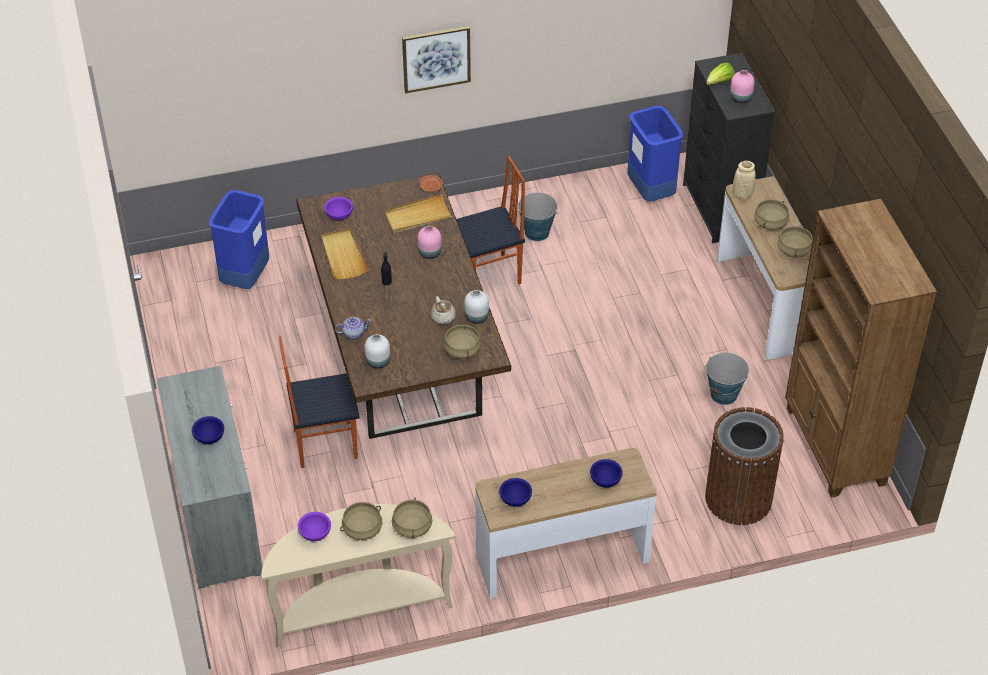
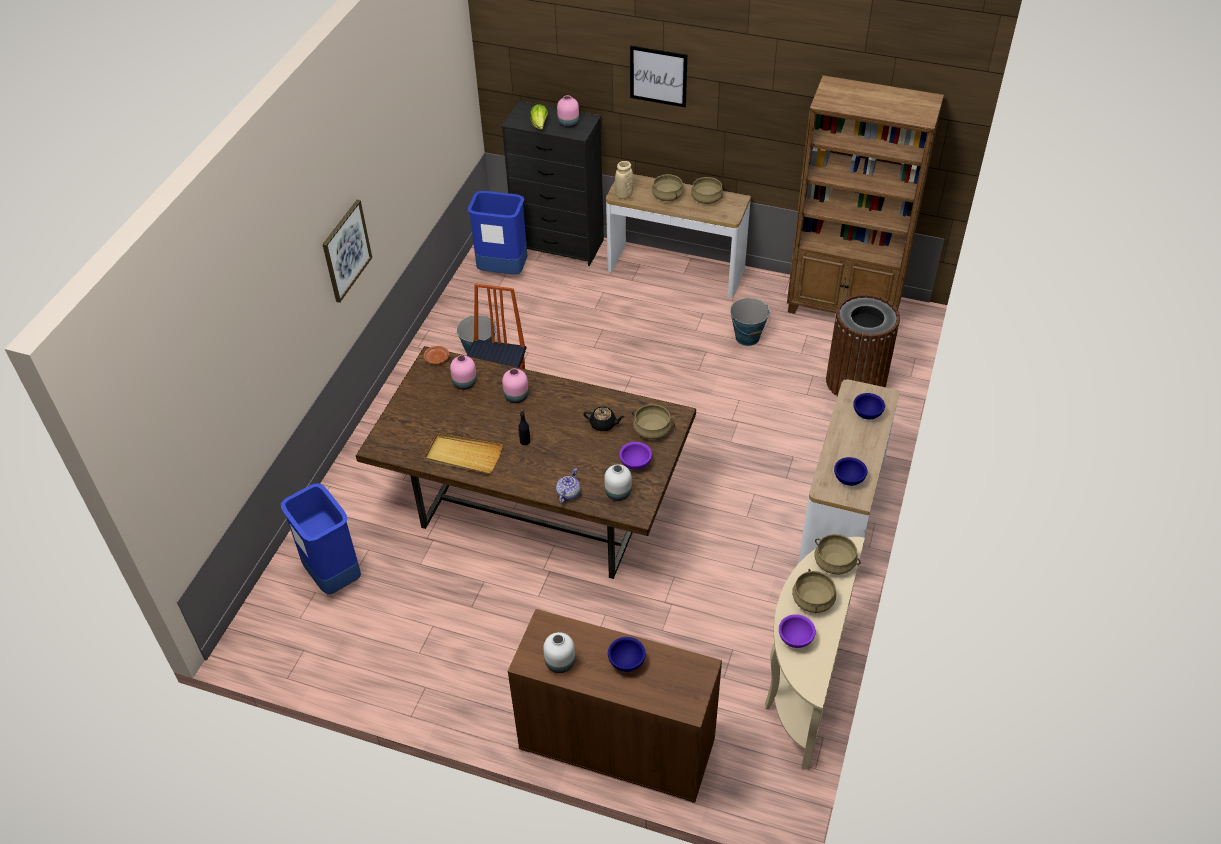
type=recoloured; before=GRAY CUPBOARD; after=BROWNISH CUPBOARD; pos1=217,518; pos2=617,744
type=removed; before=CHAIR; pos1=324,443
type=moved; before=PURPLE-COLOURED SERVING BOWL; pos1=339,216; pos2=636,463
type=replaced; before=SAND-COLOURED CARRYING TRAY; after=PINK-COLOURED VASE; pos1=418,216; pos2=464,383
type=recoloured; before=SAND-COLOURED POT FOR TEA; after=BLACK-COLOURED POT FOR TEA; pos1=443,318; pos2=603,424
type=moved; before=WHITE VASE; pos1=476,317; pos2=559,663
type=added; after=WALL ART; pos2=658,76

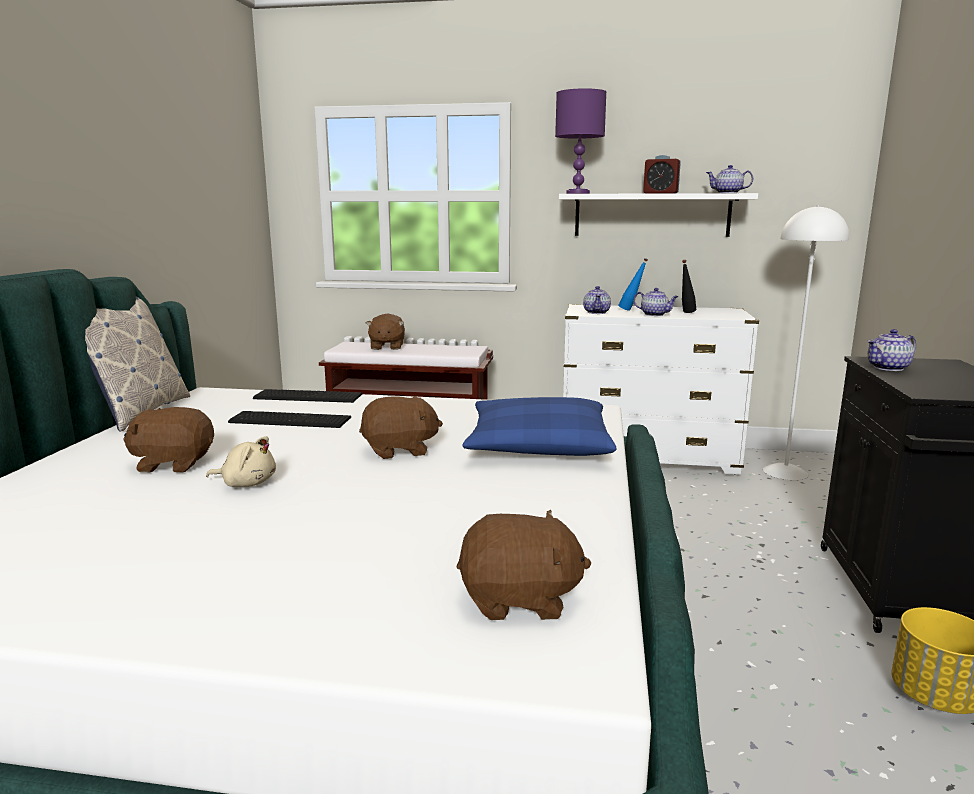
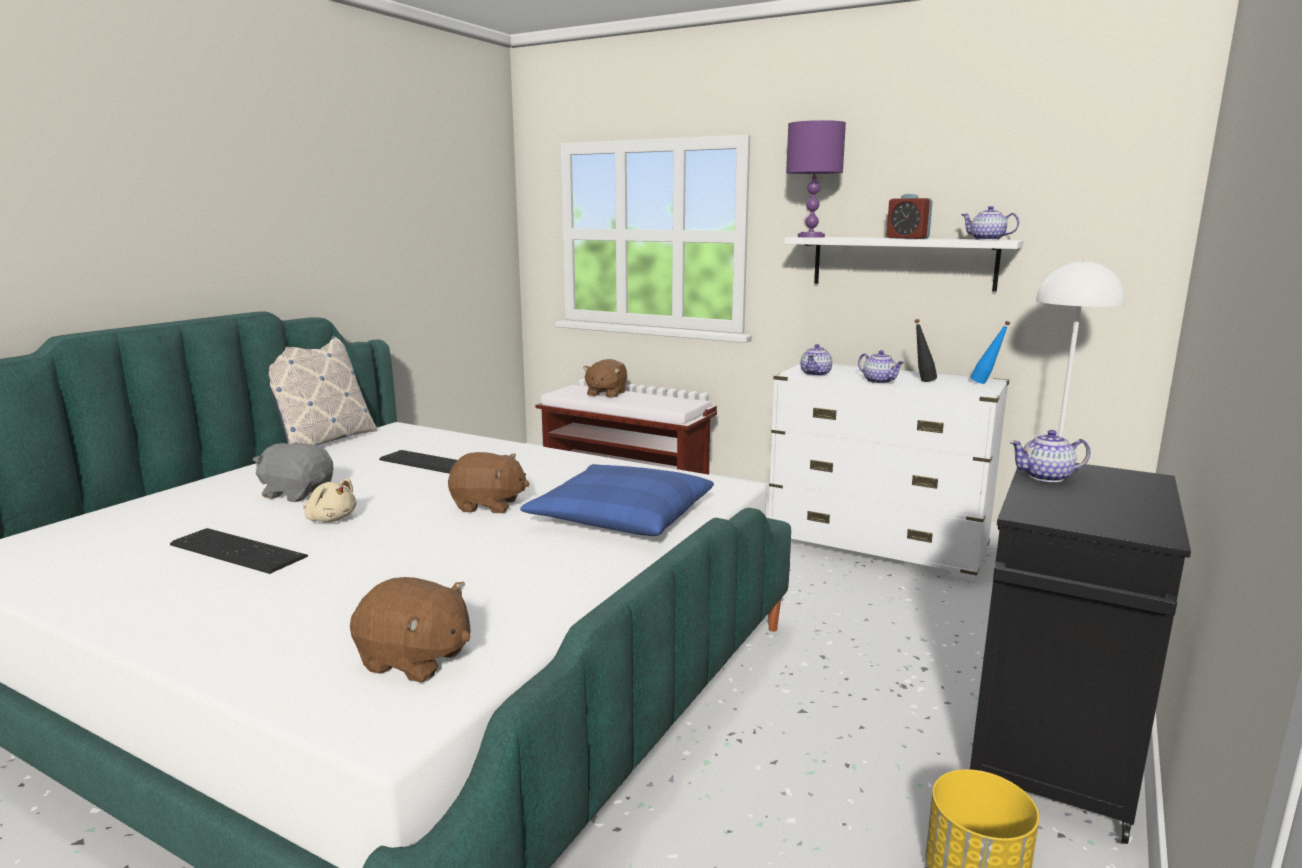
type=recoloured; before=BROWNISH PLUSH TOY; after=GRAY PLUSH TOY; pos1=173,464; pos2=297,493
type=moved; before=COMPUTER KEYBOARD; pos1=307,396; pos2=239,549
type=moved; before=BLUE-COLOURED BOTTLE; pos1=631,310; pos2=986,384

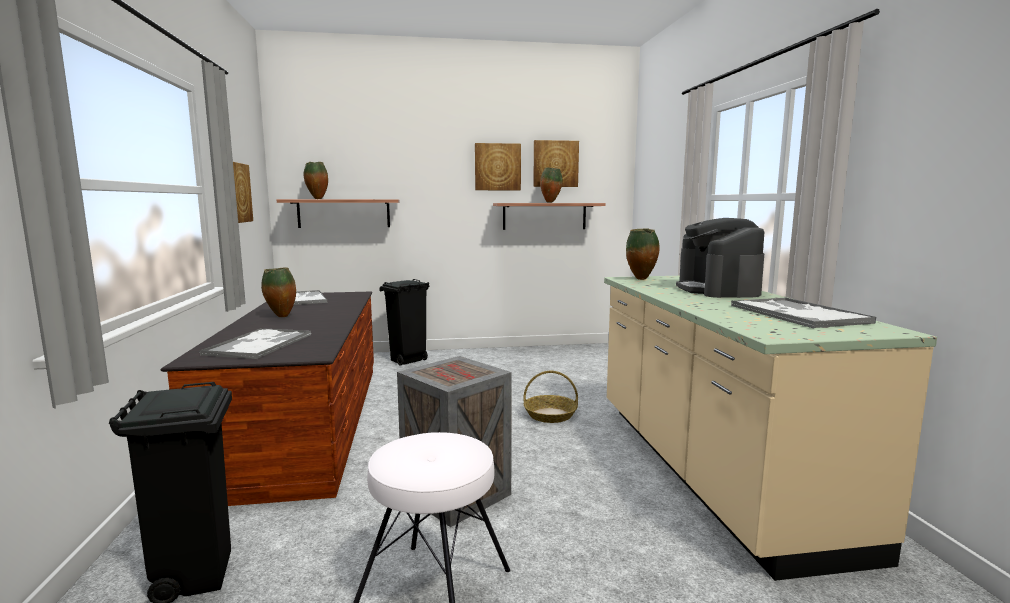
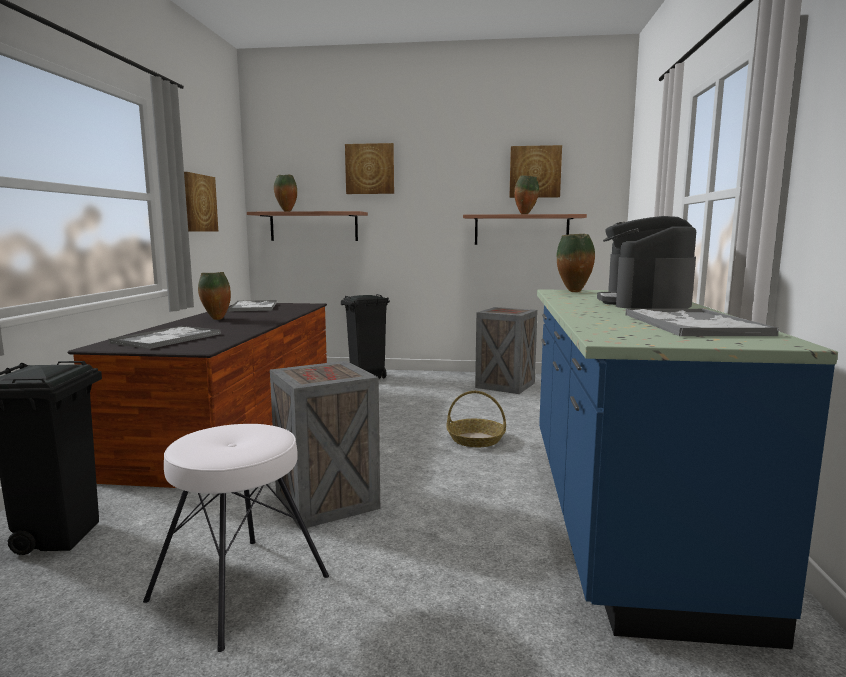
type=moved; before=WALL ART; pos1=497,167; pos2=370,169
type=recoloured; before=SAND-COLOURED KITCHEN COUNTER; after=BLUE-COLOURED KITCHEN COUNTER; pos1=710,470; pos2=620,513
type=added; after=CRATE; pos2=505,385

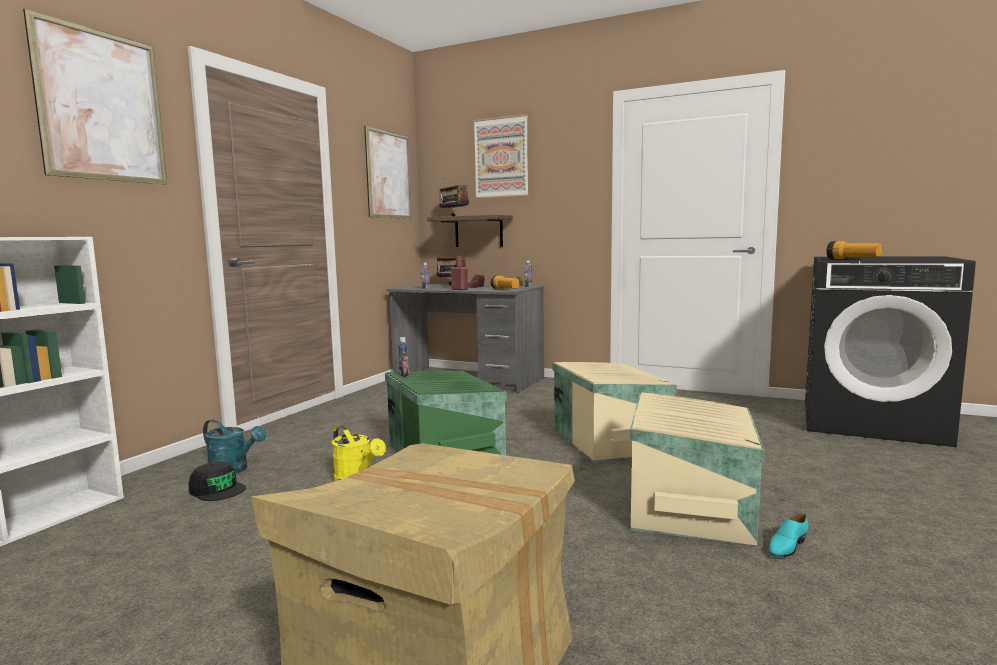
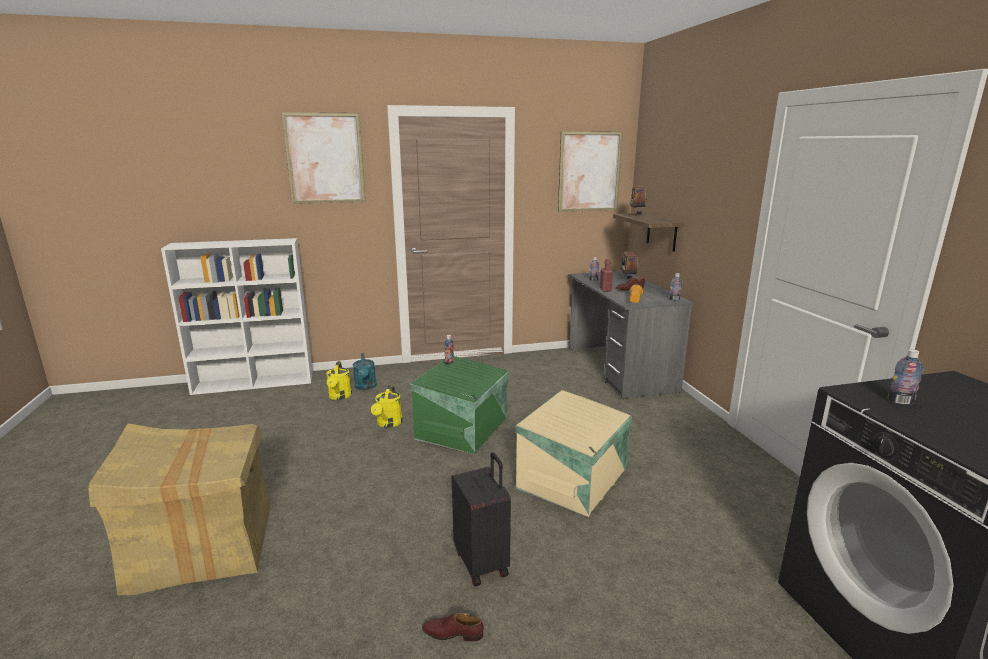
type=replaced; before=BLACK-COLOURED PEAKED CAP; after=YELLOW SPRINKLING CAN; pos1=217,489; pos2=339,397
type=removed; before=WALL ART; pos1=501,158
type=replaced; before=SAND-COLOURED STORAGE CONTAINER; after=BLACK-COLOURED SUITCASE; pos1=693,506; pos2=483,563
type=recoloured; before=TURQUOISE-COLOURED ITEM OF FOOTWEAR; after=BROWNISH ITEM OF FOOTWEAR; pos1=786,547; pos2=452,633
type=replaced; before=HAND TORCH; after=BOTTLE; pos1=853,259; pos2=900,401

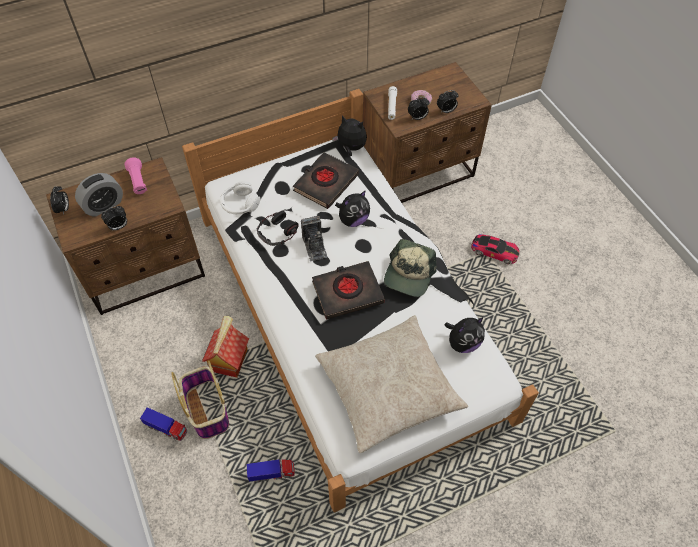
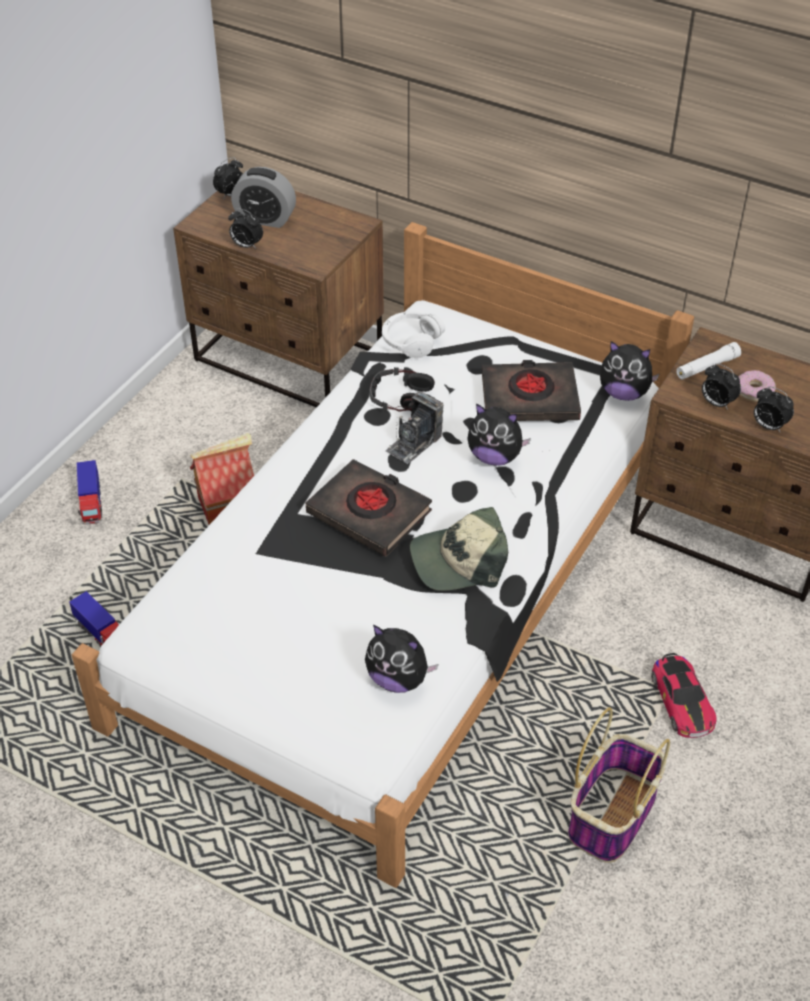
type=removed; before=PINK-COLOURED HAND TORCH; pos1=138,182
type=moved; before=STORAGE BASKET; pos1=207,409; pos2=612,813
type=removed; before=SAND-COLOURED PILLOW; pos1=388,388
type=turned; before=PLUSH TOY; pos1=351,148; pos2=624,393; turn=120

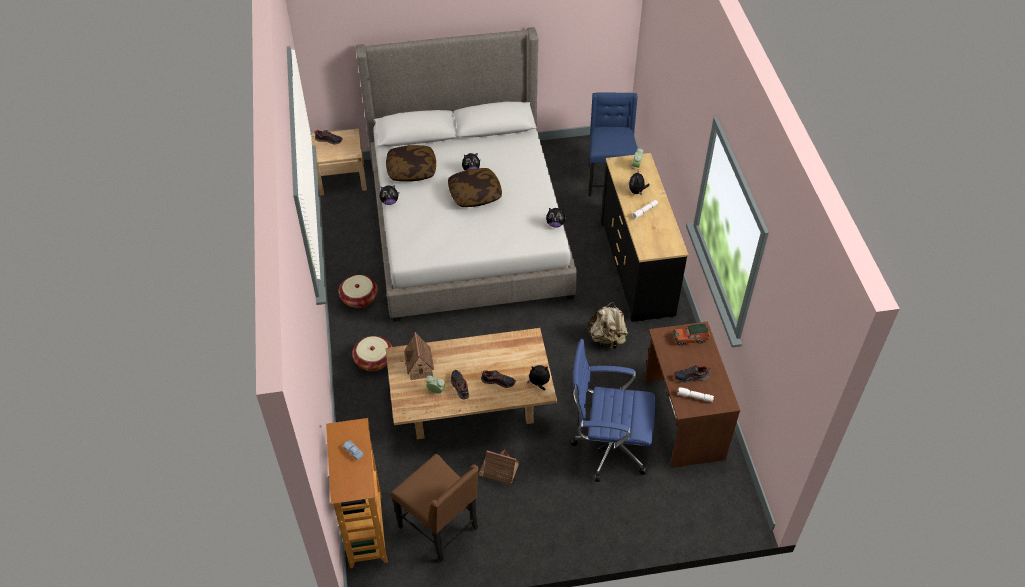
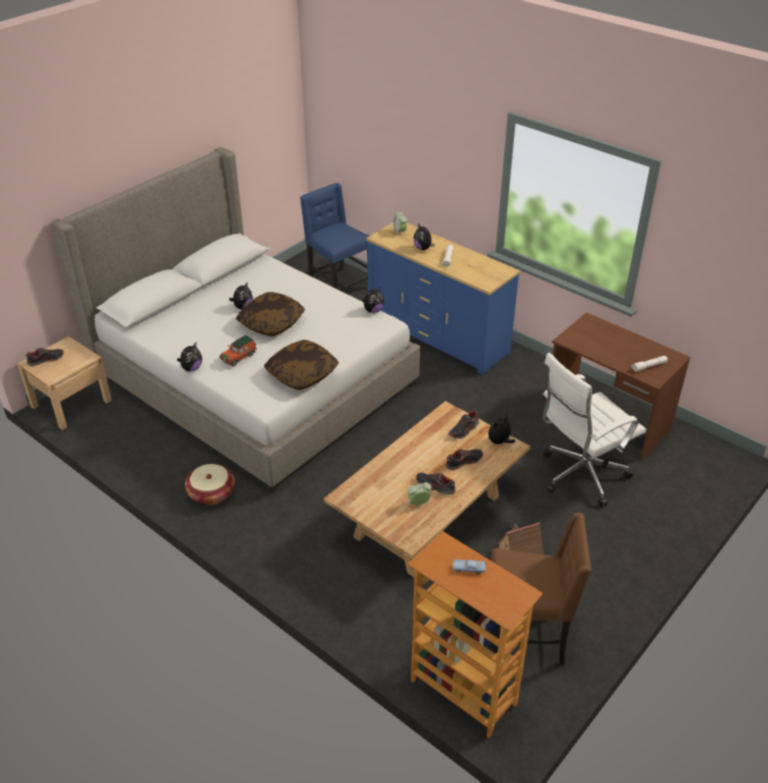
type=removed; before=STORAGE BASKET; pos1=374,360
type=moved; before=PILLOW; pos1=411,170; pos2=302,374
type=removed; before=MODEL HOUSE; pos1=419,364
type=recoloured; before=BLUE-COLOURED DESK CHAIR; after=WHITE DESK CHAIR; pos1=607,448; pos2=580,476
type=removed; before=SAND-COLOURED RUCKSACK; pos1=607,339
type=recoloured; before=BLACK-COLOURED DRESSER; after=BLUE-COLOURED DRESSER; pos1=637,267; pos2=438,335
type=moved; before=TOY CAR; pos1=690,338; pos2=239,356
type=moved; before=ITEM OF FOOTWEAR; pos1=690,377; pos2=464,430

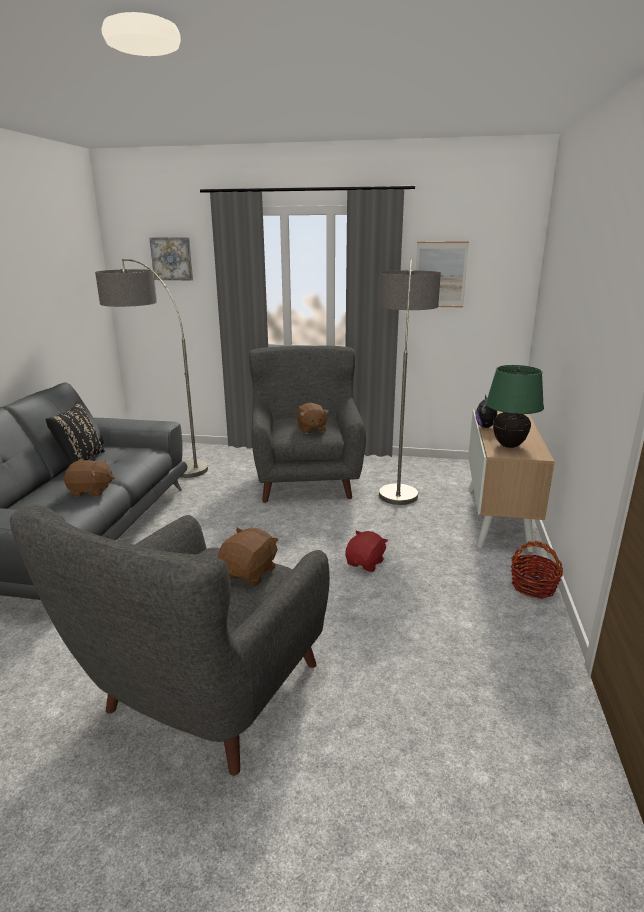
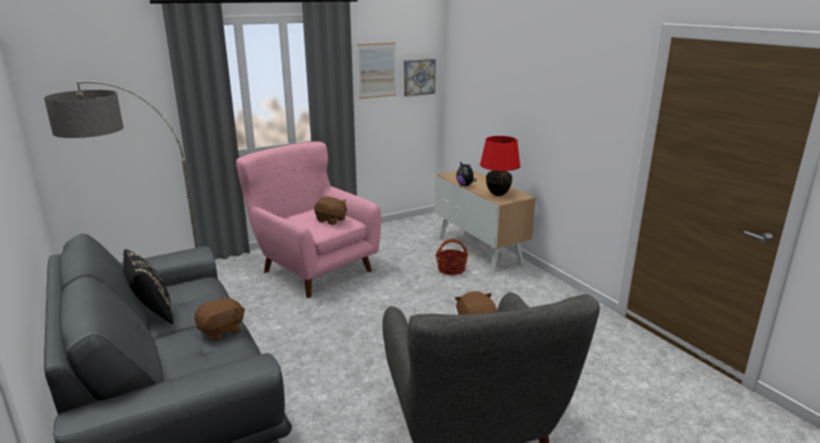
type=moved; before=WALL ART; pos1=172,258; pos2=418,77
type=recoloured; before=GRAY LOUNGE CHAIR; after=PINK-COLOURED LOUNGE CHAIR; pos1=306,478; pos2=314,267
type=removed; before=RED-COLOURED PLUSH TOY; pos1=365,563
type=removed; before=STANDING LAMP; pos1=399,477
type=recoloured; before=GREENISH TABLE LAMP; after=RED-COLOURED TABLE LAMP; pos1=508,445; pos2=498,194
type=moved; before=STORAGE BASKET; pos1=533,586; pos2=451,269

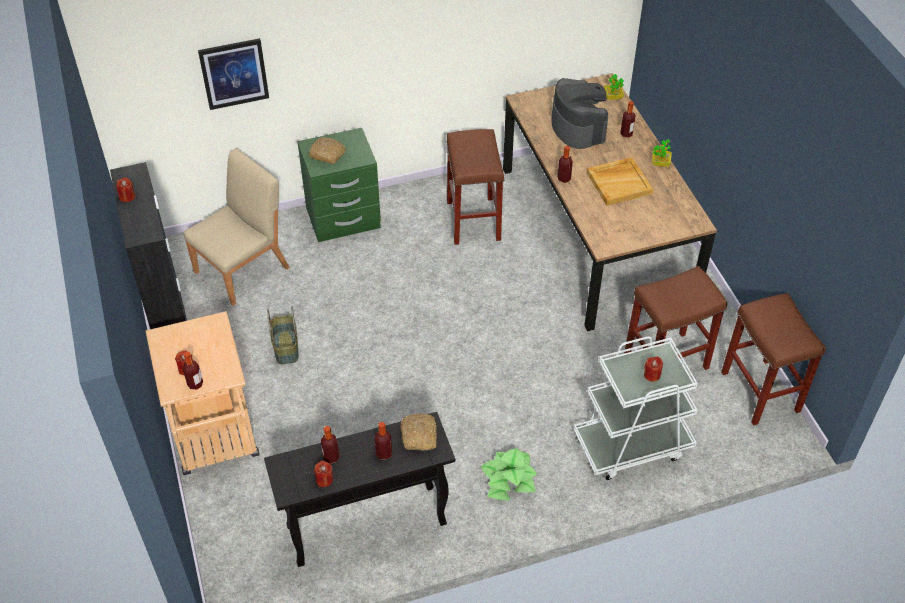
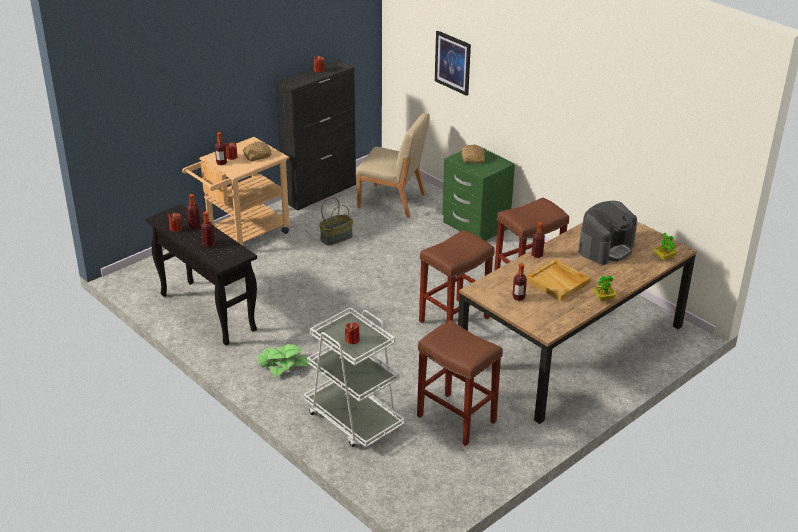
type=moved; before=BAKERY BREAD; pos1=419,436; pos2=257,155
type=moved; before=BOTTLE; pos1=626,134; pos2=518,297
type=moved; before=BROWNISH STOOL SEAT; pos1=759,391; pos2=454,319

